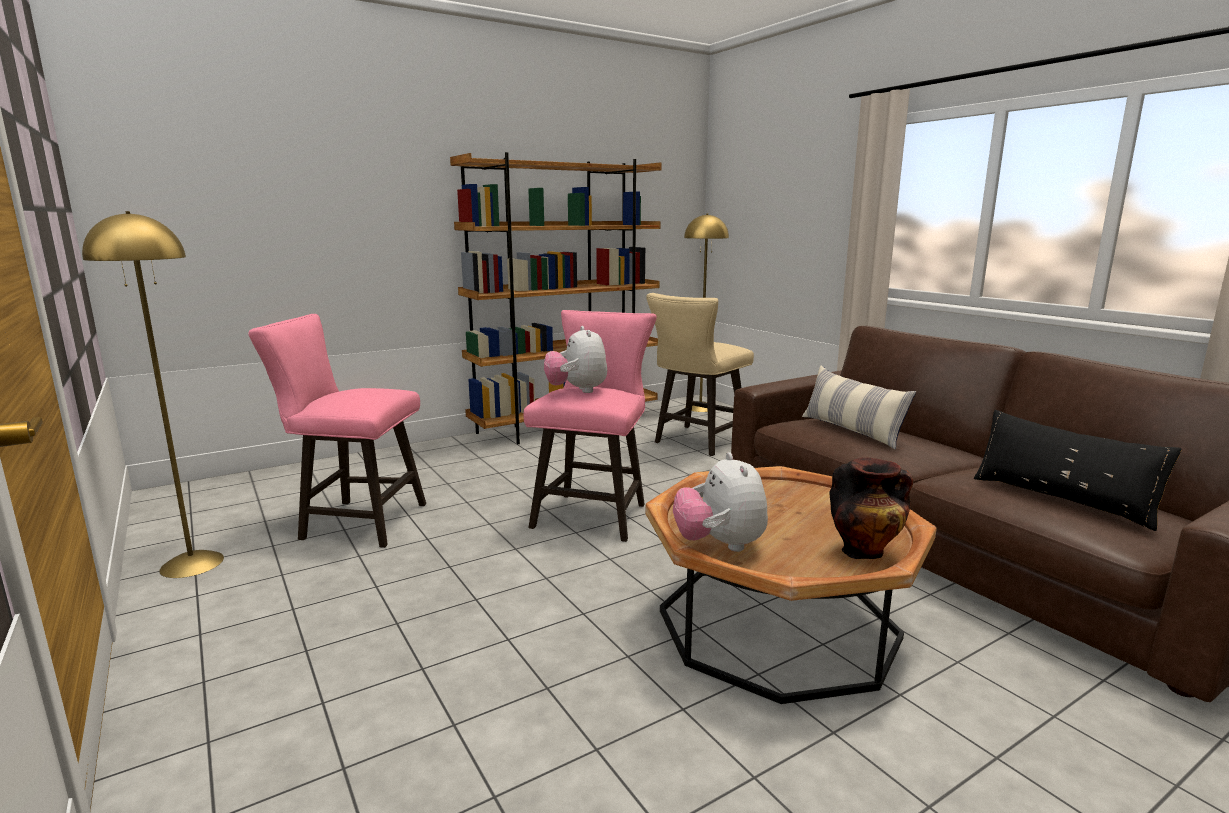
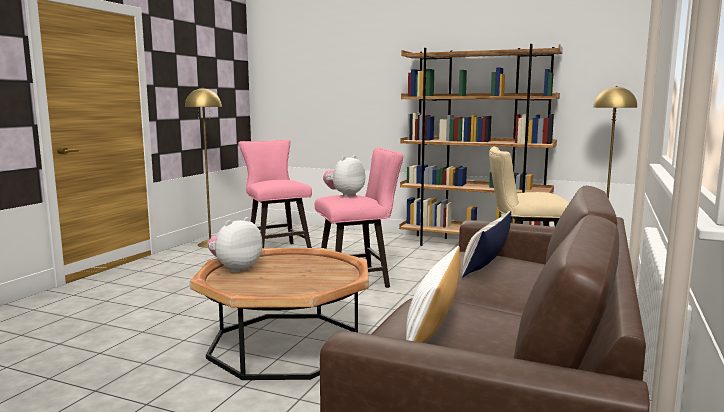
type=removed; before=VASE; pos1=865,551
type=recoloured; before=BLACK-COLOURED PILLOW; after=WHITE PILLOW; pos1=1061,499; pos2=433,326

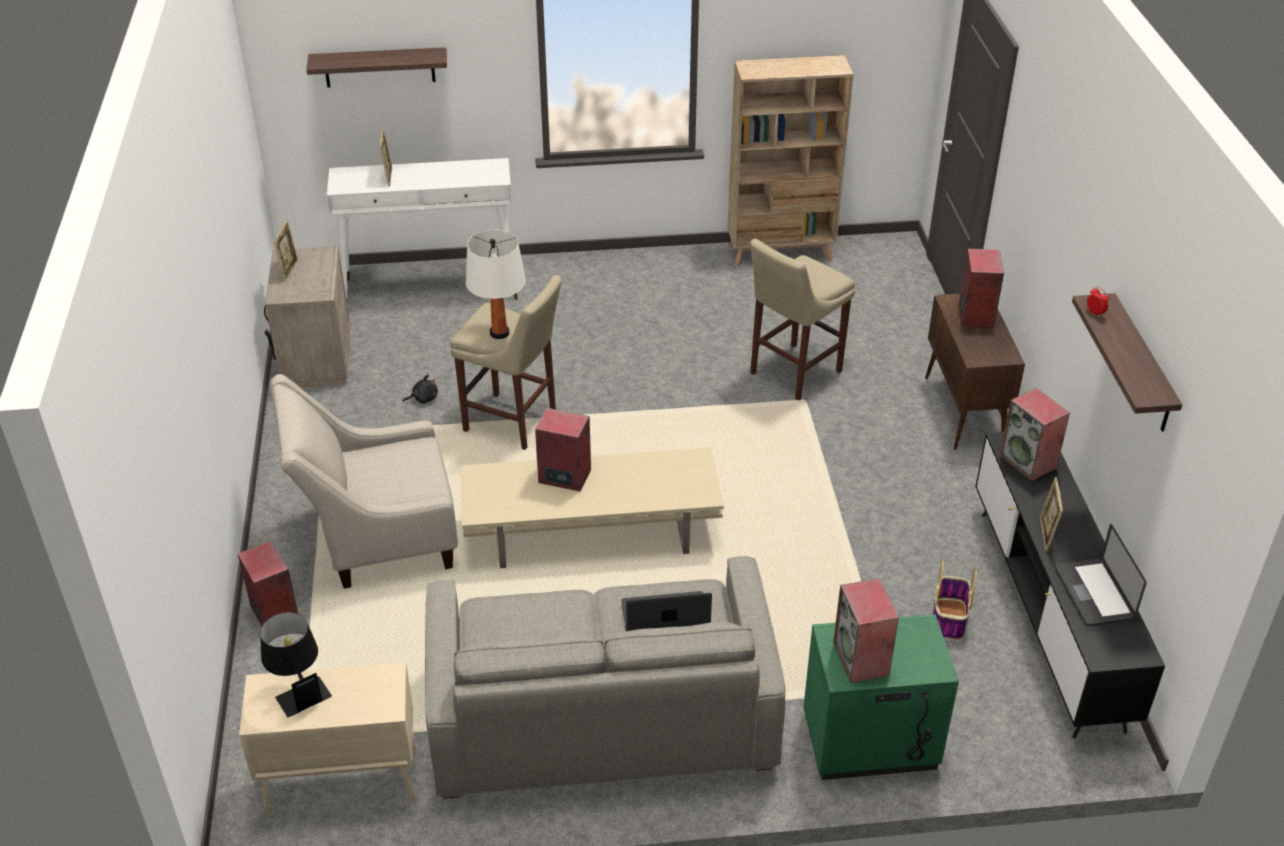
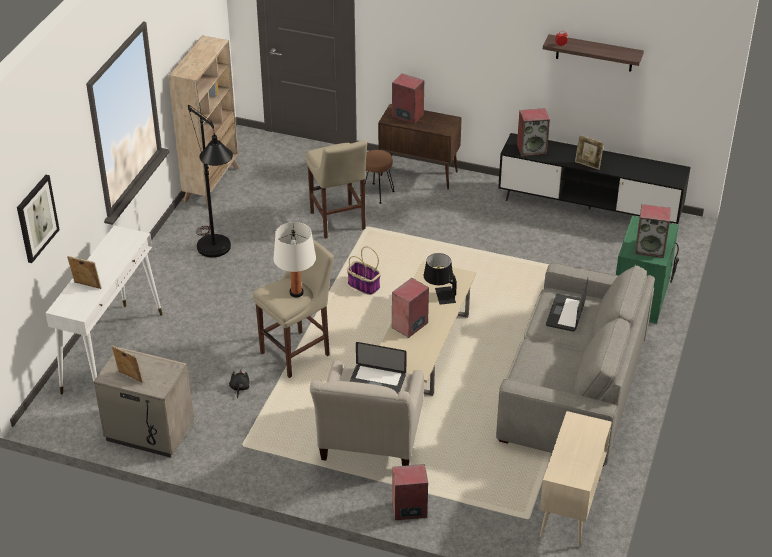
type=moved; before=BLACK-COLOURED TABLE LAMP; pos1=298,689; pos2=439,296
type=replaced; before=WALL SHELF; after=WALL ART; pos1=379,67; pos2=36,218
type=moved; before=STORAGE BASKET; pos1=949,618; pos2=363,285
type=moved; before=LAPTOP; pos1=1093,593; pos2=377,381
type=added; after=BLACK-COLOURED STANDING LAMP; pos2=217,252
type=added; after=BROWNISH STOOL SEAT; pos2=377,193

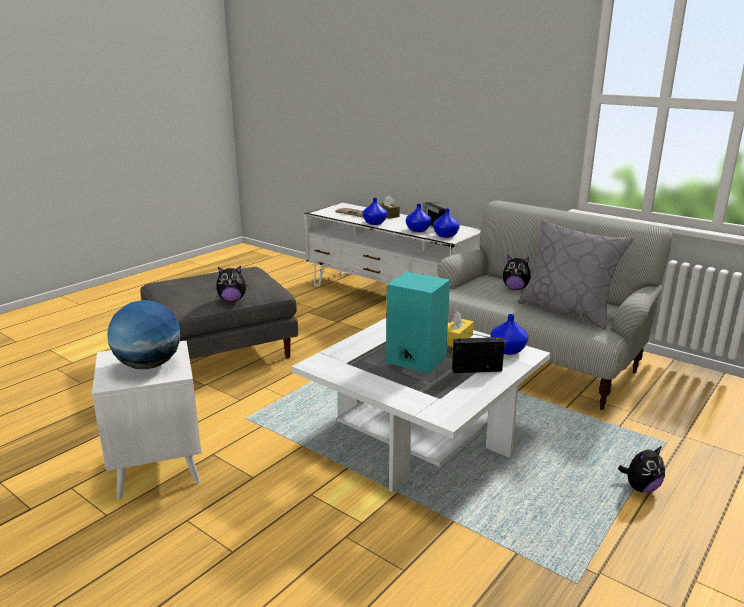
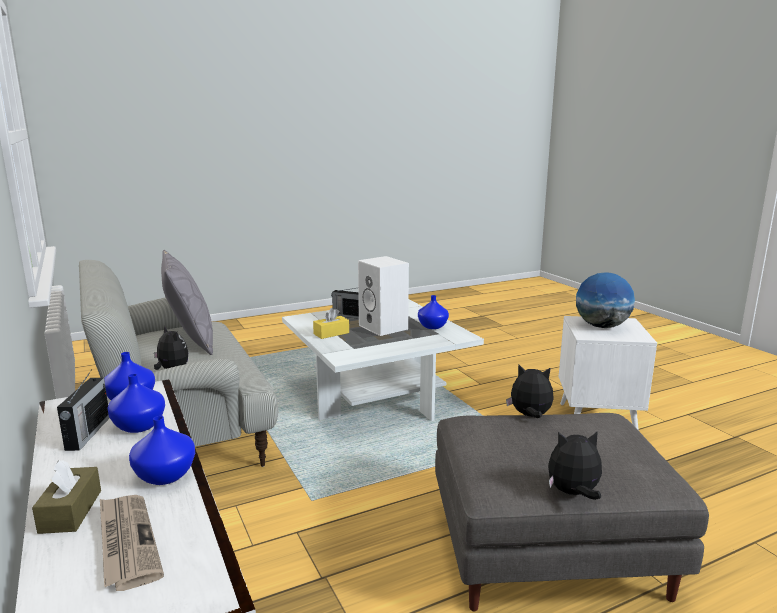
type=recoloured; before=TURQUOISE-COLOURED AUDIO SPEAKER; after=WHITE AUDIO SPEAKER; pos1=414,359; pos2=384,327
type=moved; before=BLUE-COLOURED VASE; pos1=508,350; pos2=432,326
type=moved; before=PLUSH TOY; pos1=641,488; pos2=573,494

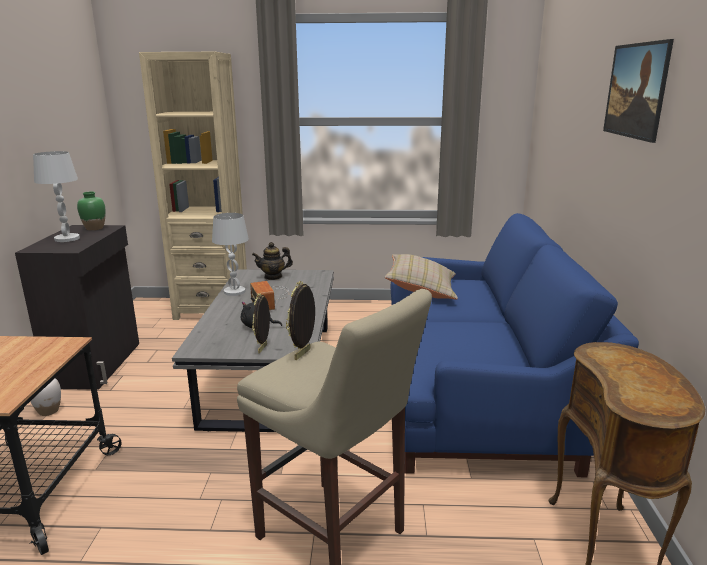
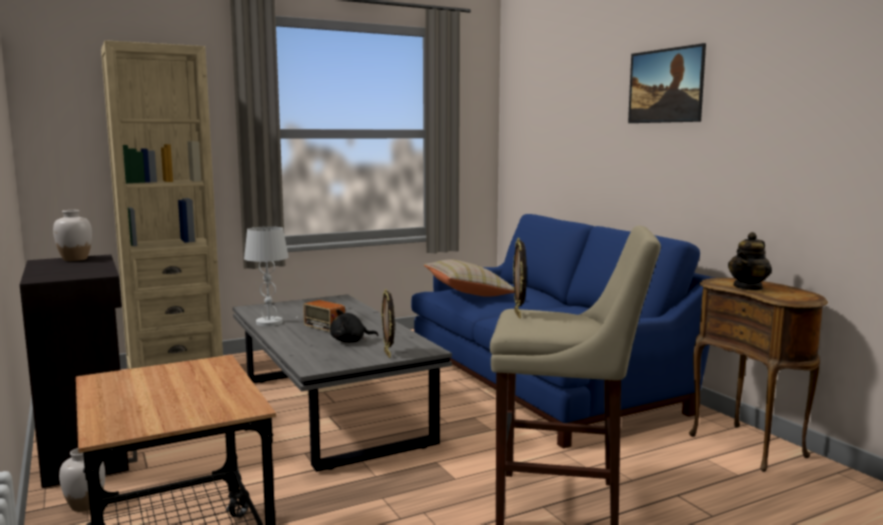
type=removed; before=WHITE TABLE LAMP; pos1=67,239
type=recoloured; before=GREENISH VASE; after=WHITE VASE; pos1=94,228; pos2=75,259
type=moved; before=POT FOR TEA; pos1=273,277; pos2=748,287

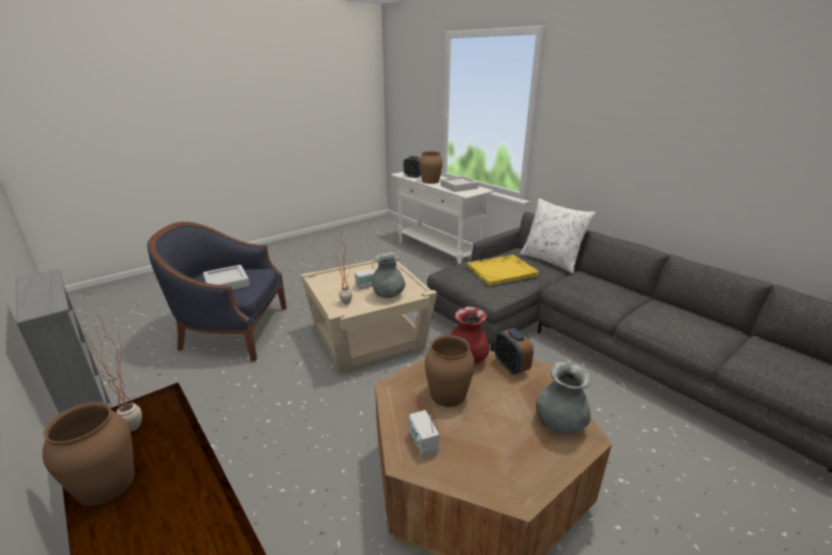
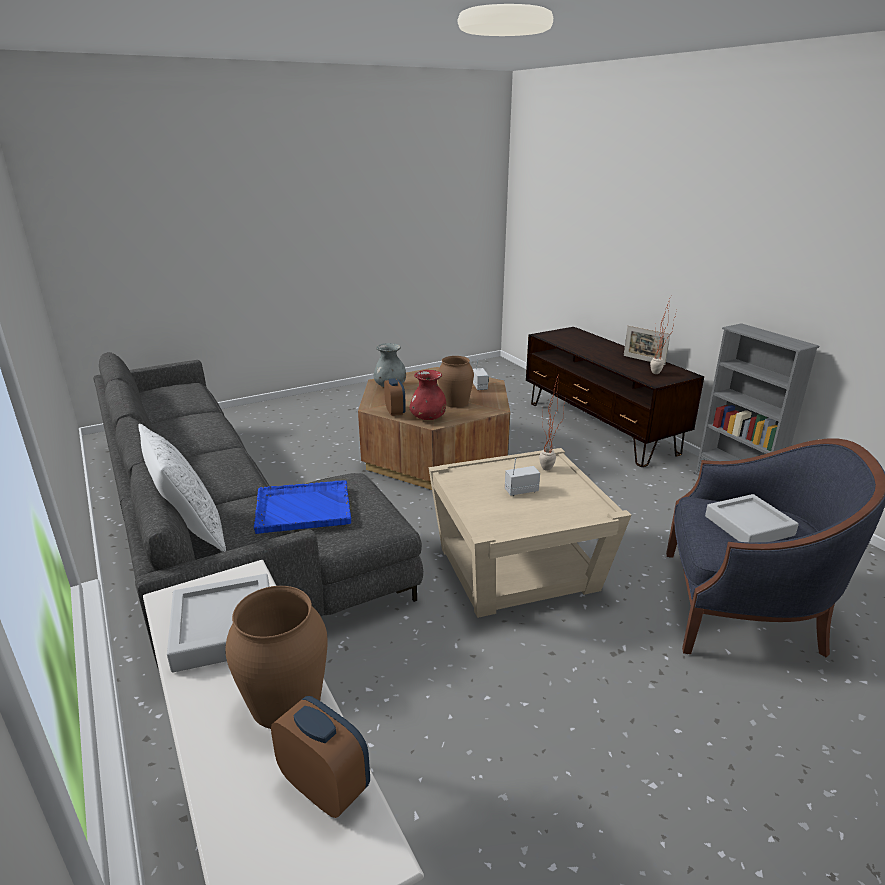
type=replaced; before=BROWNISH VASE; after=PHOTO FRAME; pos1=105,483; pos2=644,360
type=removed; before=GRAY VASE; pos1=388,295
type=recoloured; before=YELLOW CARRYING TRAY; after=BLUE-COLOURED CARRYING TRAY; pos1=502,271; pos2=302,508

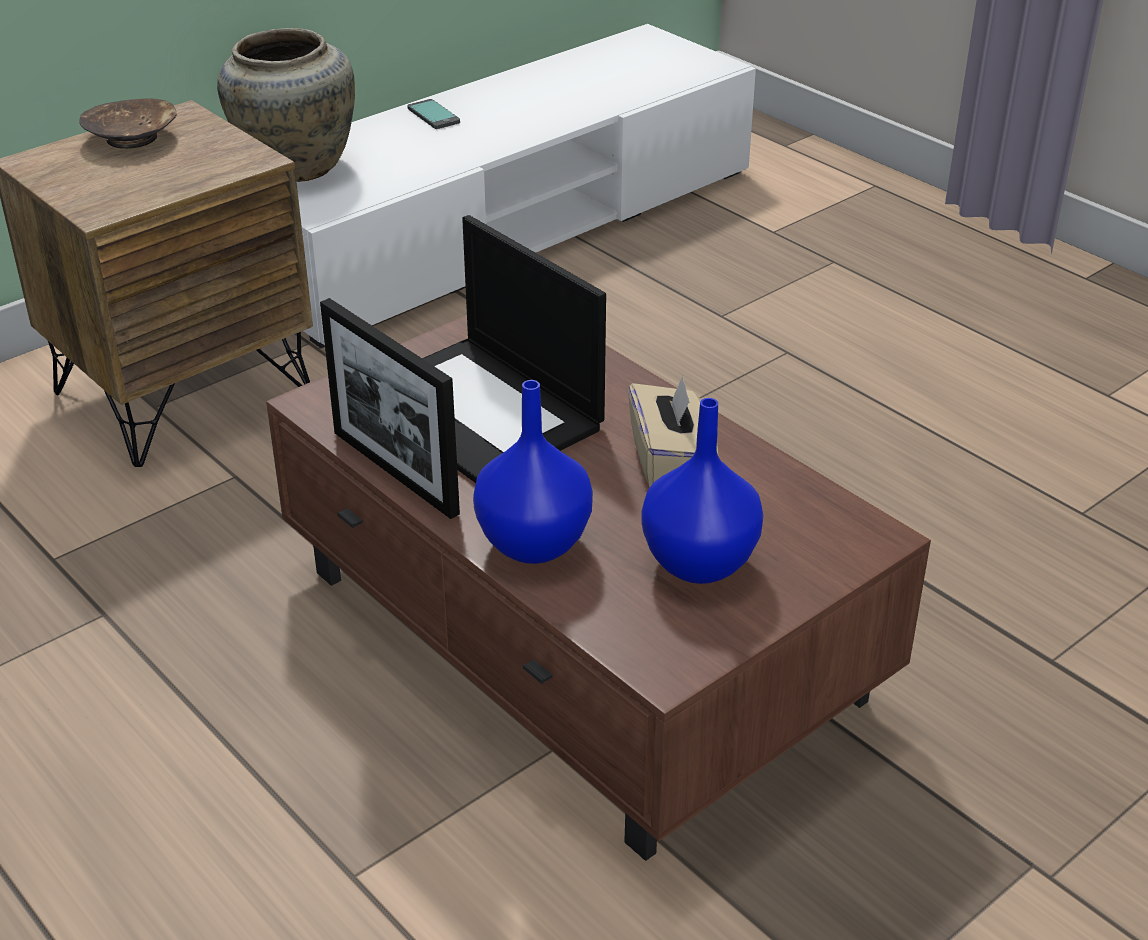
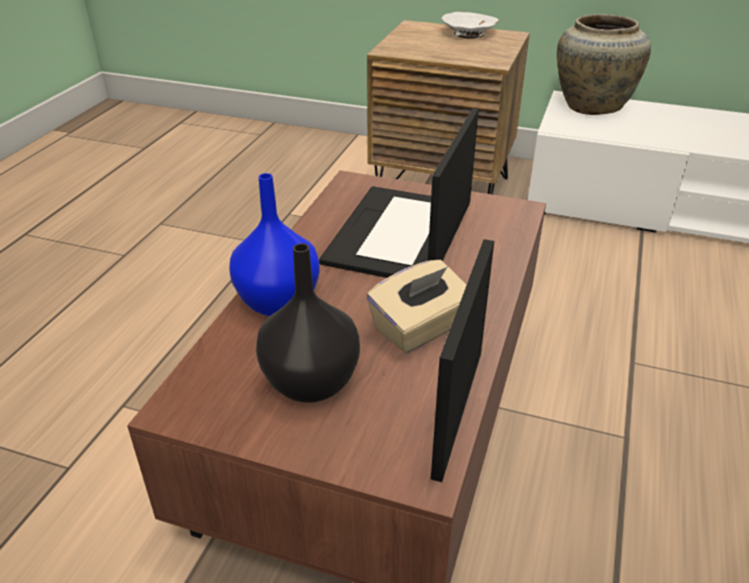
type=recoloured; before=BROWNISH SERVING BOWL; after=WHITE SERVING BOWL; pos1=132,138; pos2=468,34
type=moved; before=PHOTO FRAME; pos1=395,472; pos2=458,411
type=removed; before=TELEPHONE; pos1=434,115
type=recoloured; before=BLUE-COLOURED VASE; after=BLACK-COLOURED VASE; pos1=701,562; pos2=312,384

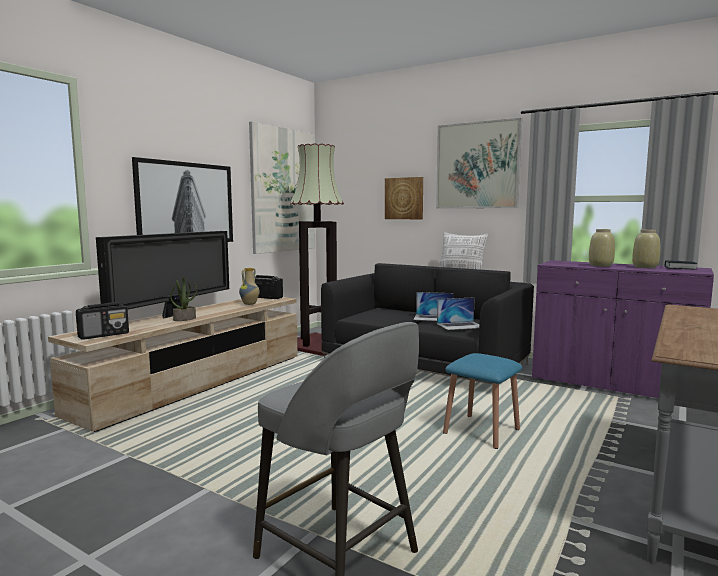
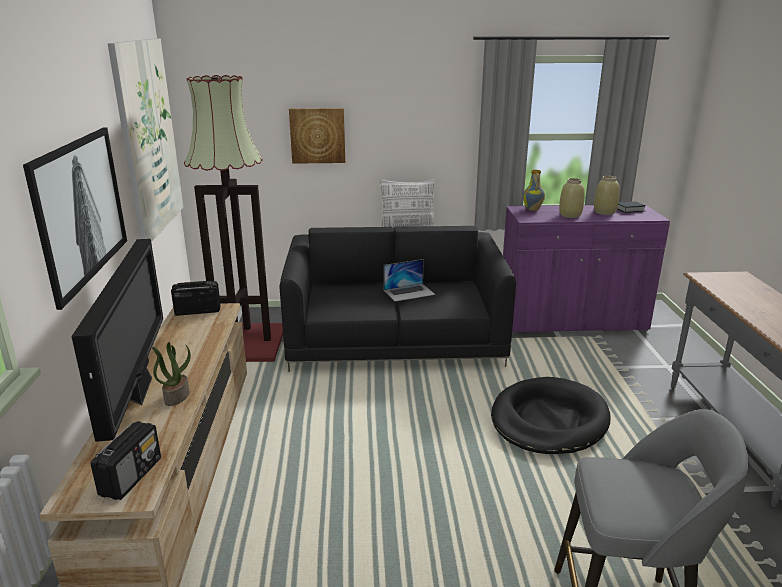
type=moved; before=VASE; pos1=250,304; pos2=533,209
type=removed; before=WALL ART; pos1=477,165
type=removed; before=LAPTOP; pos1=461,325
type=replaced; before=BLUE-COLOURED STOOL SEAT; after=BLACK-COLOURED DOG CUSHION; pos1=481,431; pos2=548,420

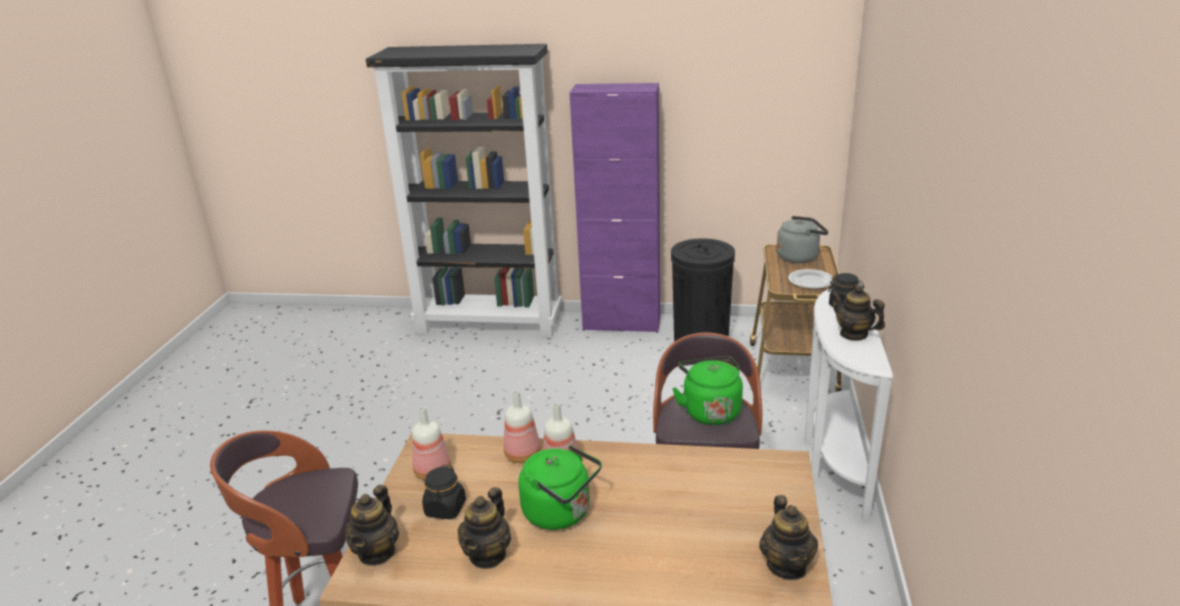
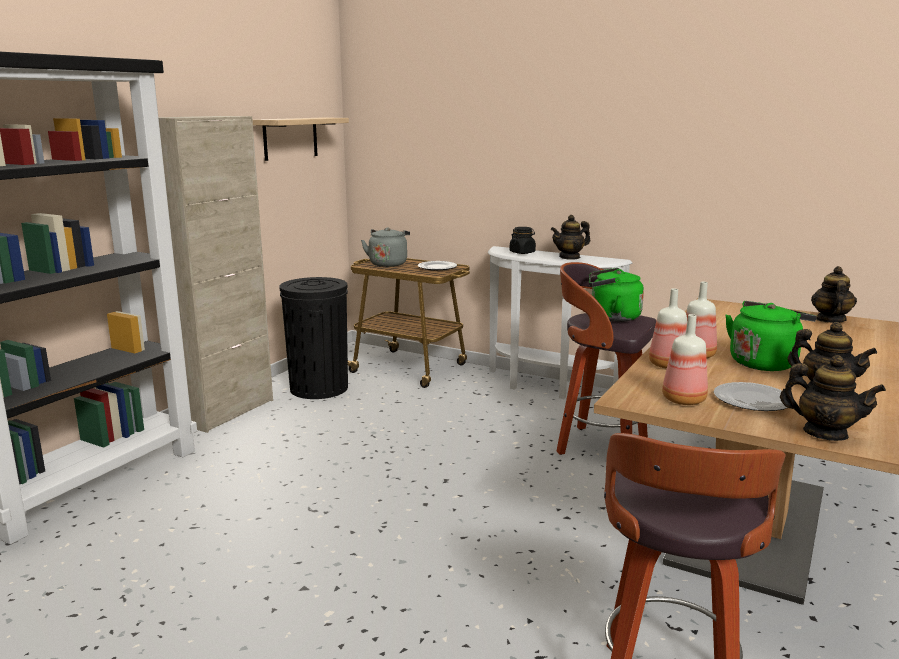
type=replaced; before=BLACK-COLOURED JAR; after=PLATE; pos1=445,508; pos2=751,400
type=recoloured; before=PURPLE-COLOURED CUPBOARD; after=SAND-COLOURED CUPBOARD; pos1=621,323; pos2=226,412
type=turned; before=POT FOR TEA; pos1=787,566; pos2=830,320; turn=-90
type=added; after=WALL SHELF; pos2=290,138

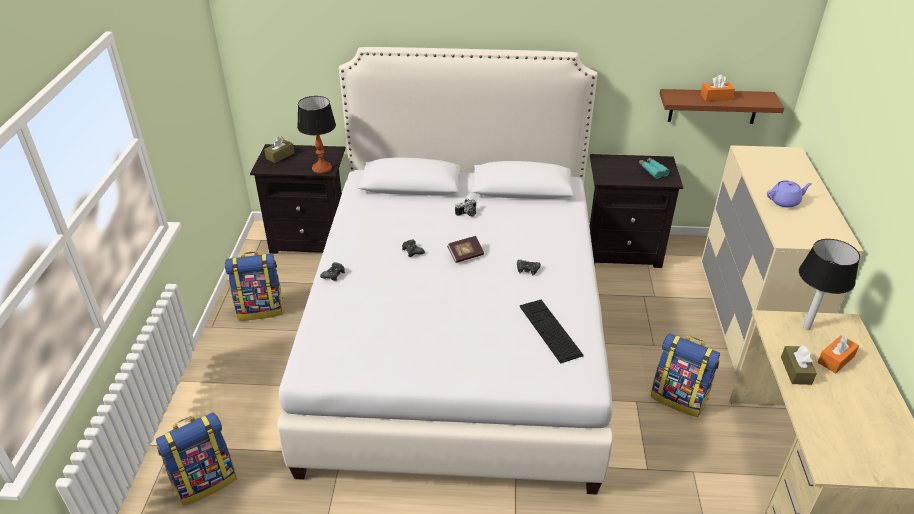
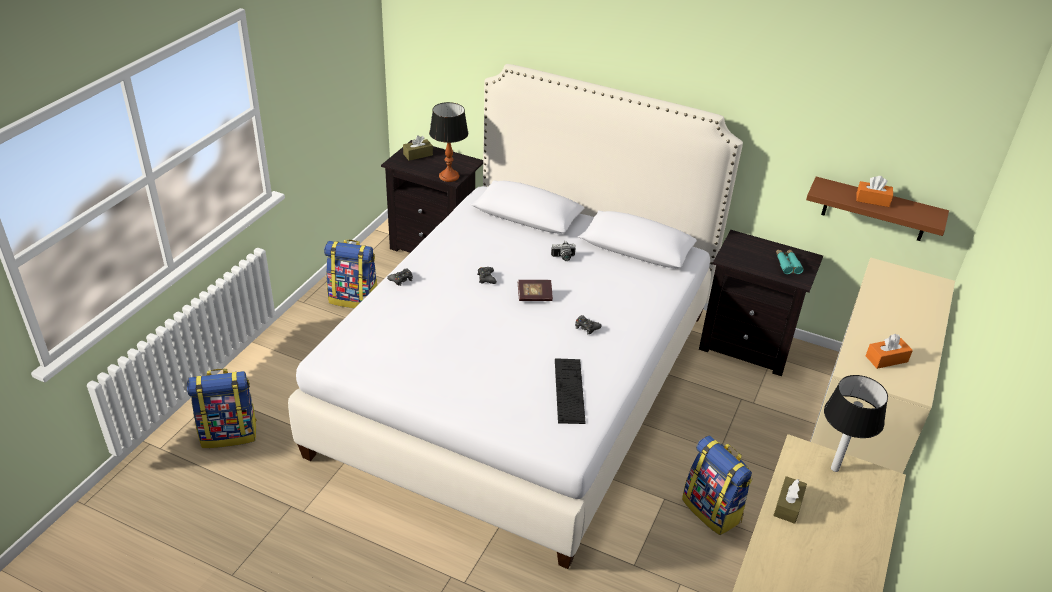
type=removed; before=PURPLE-COLOURED POT FOR TEA; pos1=785,201
type=moved; before=ORANGEY TISSUE HOLDER; pos1=835,359; pos2=886,359

